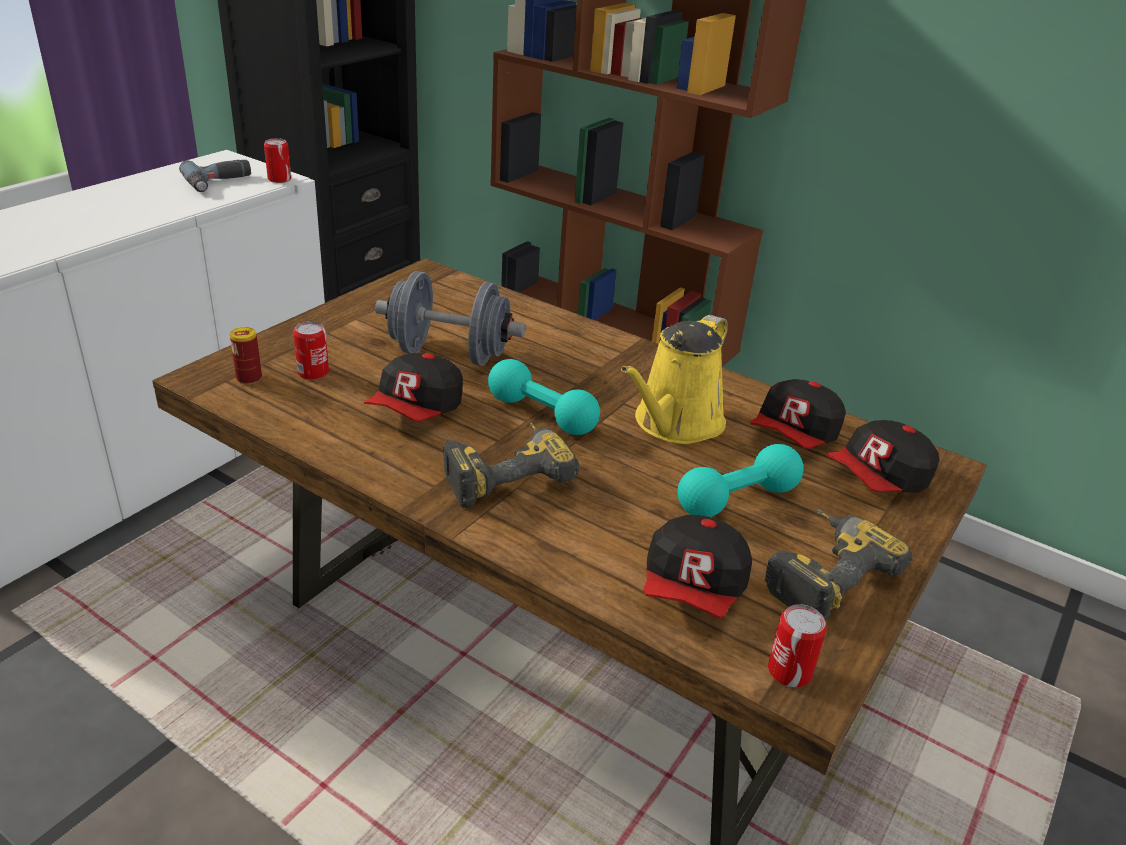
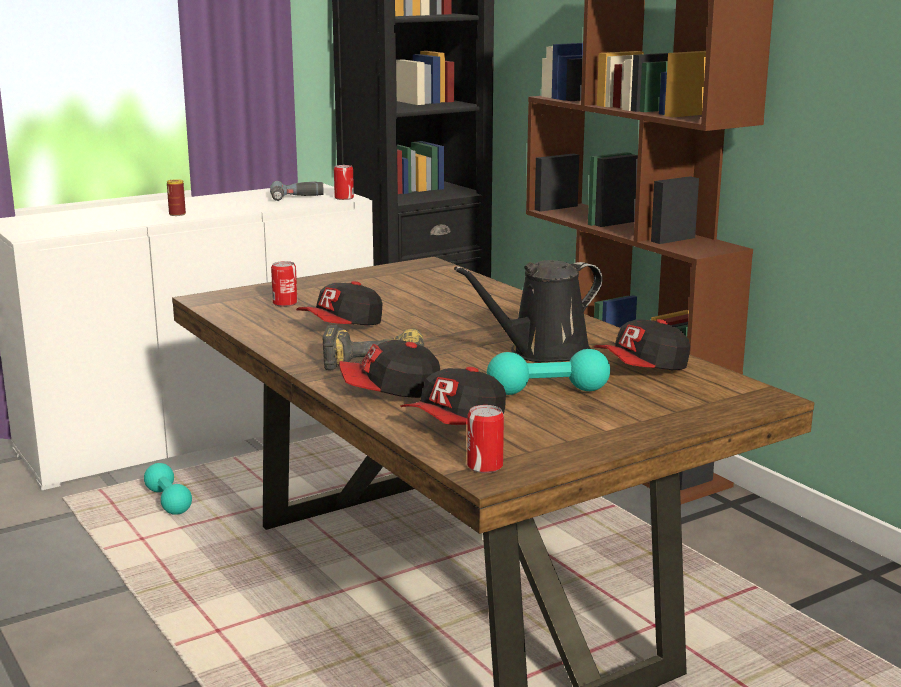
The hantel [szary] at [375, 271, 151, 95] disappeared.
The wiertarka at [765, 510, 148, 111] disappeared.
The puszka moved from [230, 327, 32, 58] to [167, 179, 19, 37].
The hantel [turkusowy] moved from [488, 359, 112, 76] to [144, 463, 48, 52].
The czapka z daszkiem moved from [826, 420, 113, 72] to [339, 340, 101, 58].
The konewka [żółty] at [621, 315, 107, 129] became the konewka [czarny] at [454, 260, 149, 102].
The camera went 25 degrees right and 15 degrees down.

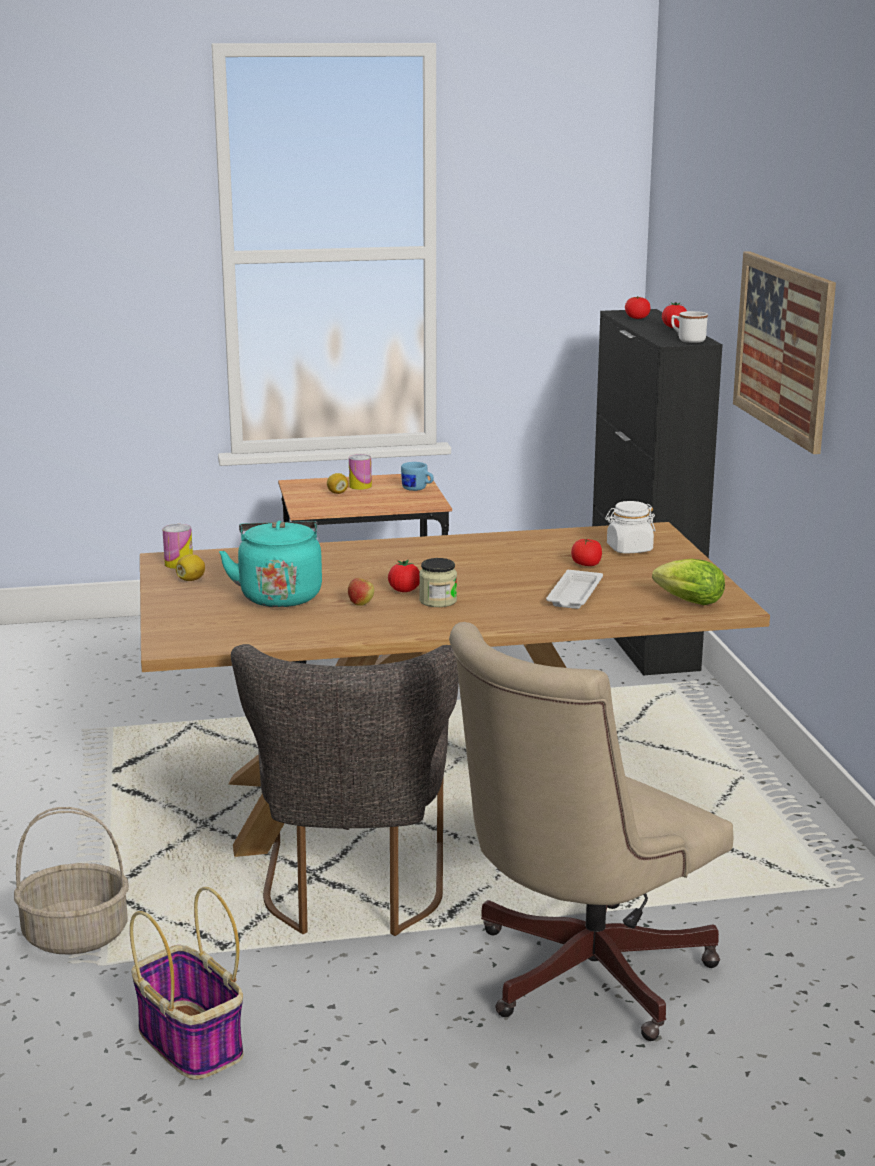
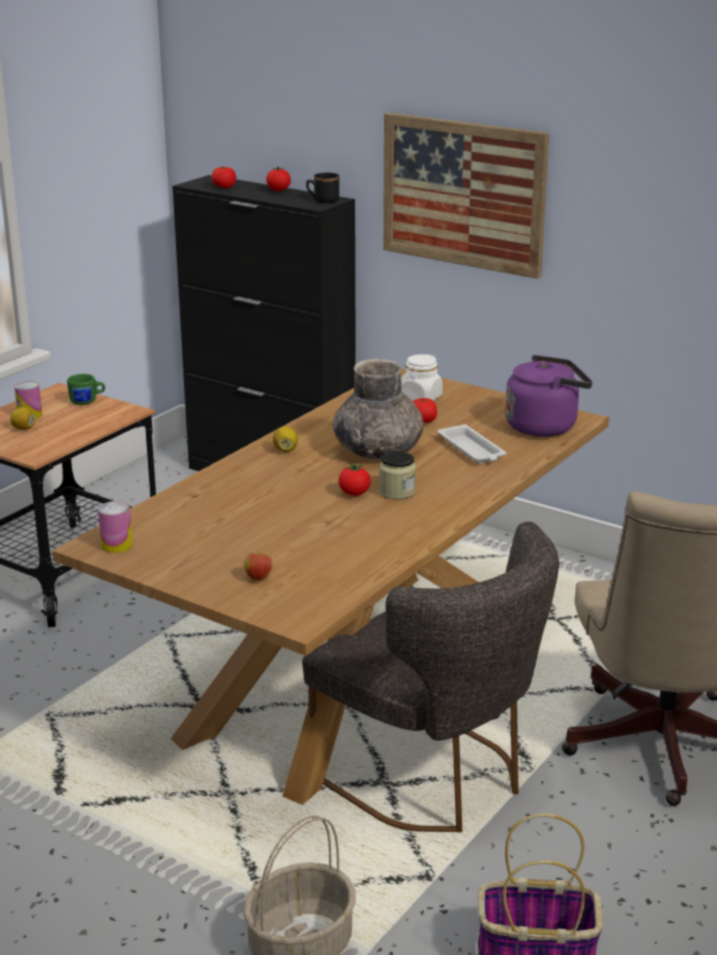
The czajnik [turkusowy] at [219, 521, 103, 86] disappeared.
The wazon [szary] at [333, 359, 91, 101] appeared.
The cytryna moved from [176, 554, 29, 27] to [273, 427, 25, 25].
The jabłko moved from [348, 577, 26, 29] to [244, 548, 29, 33].
The sałata at [652, 559, 73, 46] was replaced by the czajnik [fioletowy] at [505, 355, 88, 82].
The kubek [niebieski] at [401, 462, 33, 29] became the kubek [zielony] at [67, 374, 38, 31].
The kubek [biały] at [671, 311, 37, 32] became the kubek [czarny] at [306, 173, 33, 30].
The camera went 45 degrees left and 5 degrees up.

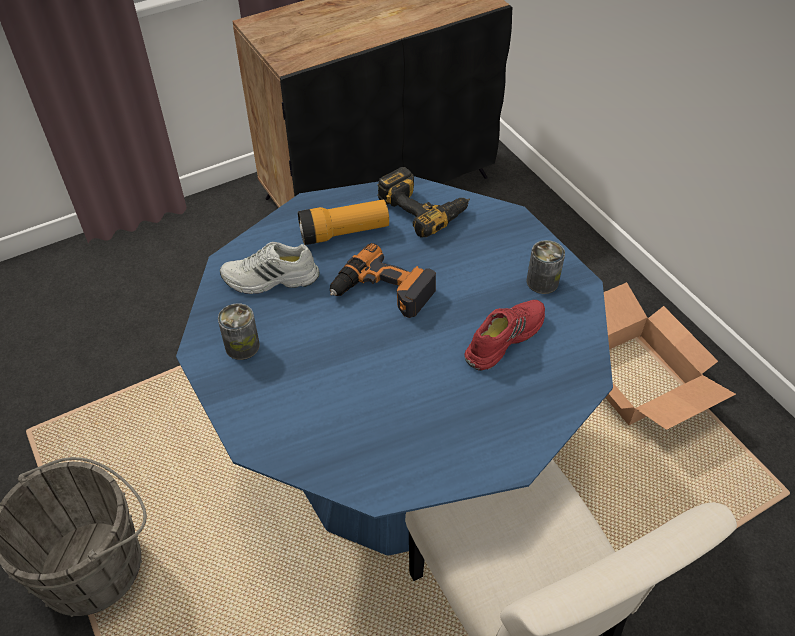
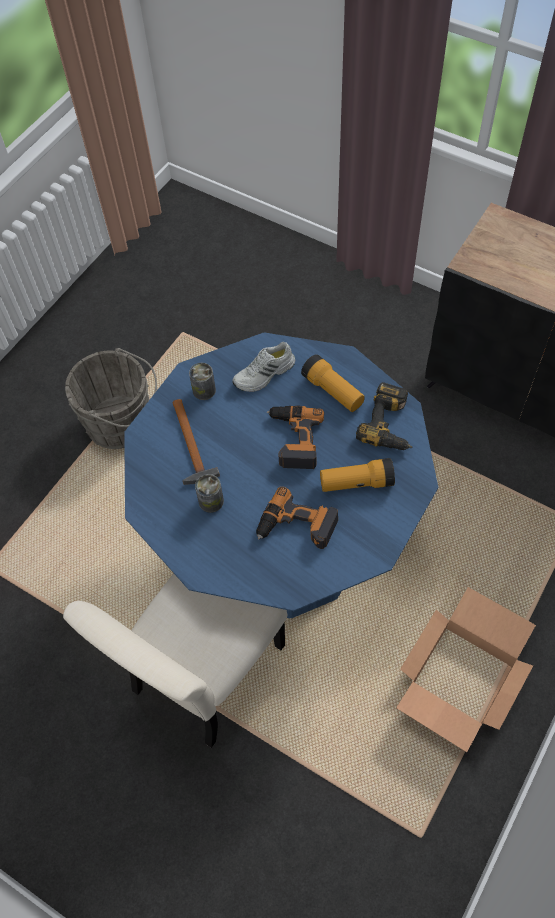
The młotek at [172, 399, 48, 86] appeared.
The latarka at [320, 458, 75, 34] appeared.
The puszka moved from [527, 240, 38, 54] to [195, 474, 29, 39].
The but [czerwony] at [464, 300, 81, 71] was replaced by the wiertarka at [256, 487, 82, 62].
The but [biały] at [220, 242, 100, 52] turned 90 degrees counterclockwise.
The camera went 65 degrees right and 10 degrees up.

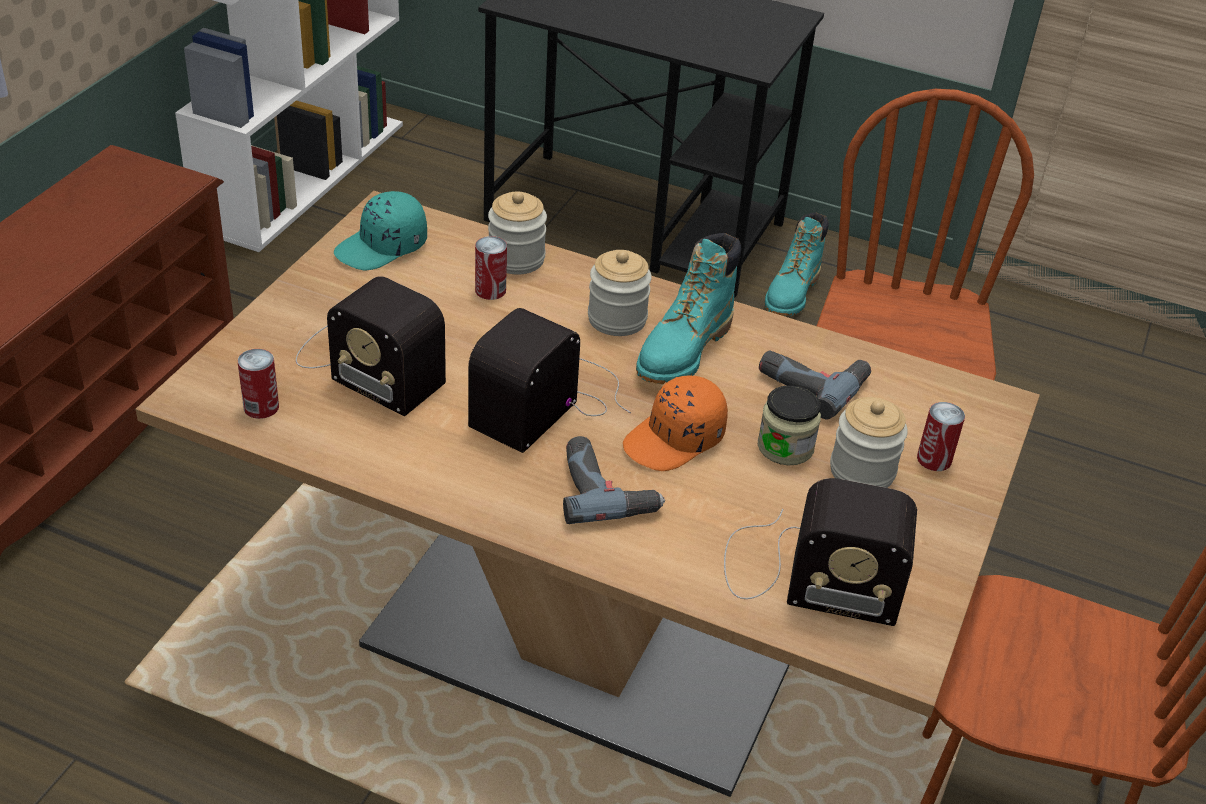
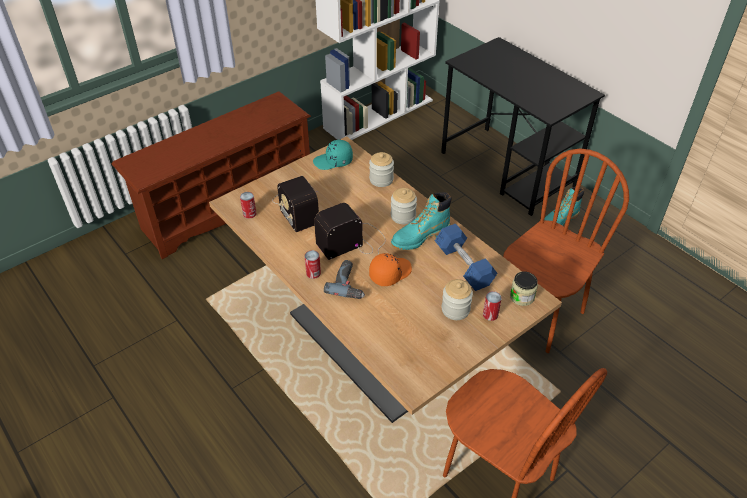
The radio at [724, 478, 193, 148] disappeared.
The puszka moved from [475, 236, 32, 64] to [305, 250, 16, 29].
The słoik moved from [758, 385, 63, 80] to [510, 272, 28, 34].
The wiertarka at [759, 350, 112, 70] was replaced by the hantel [niebieski] at [435, 224, 62, 67].
The czapka z daszkiem [pomarańczowy] at [623, 376, 105, 95] turned 150 degrees clockwise.
The camera went 30 degrees right and 5 degrees up.

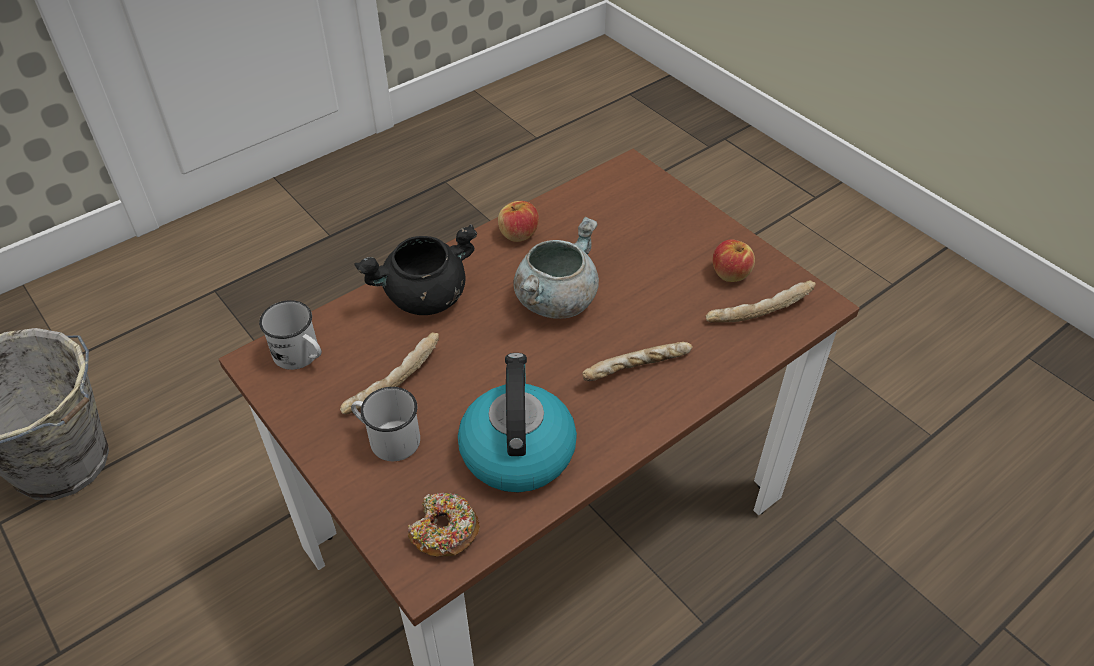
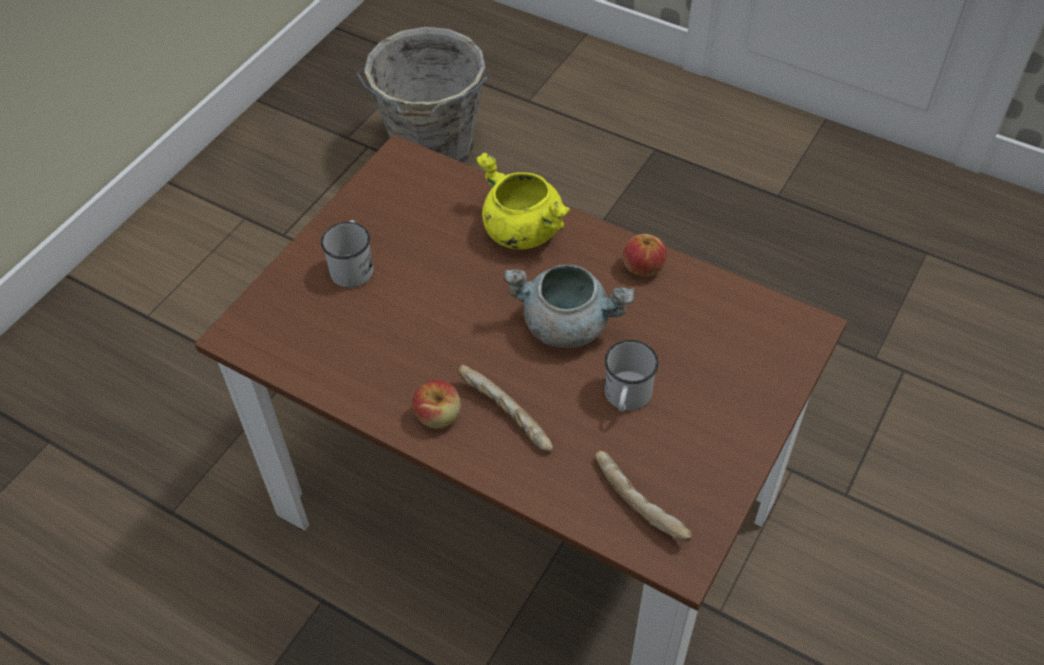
The chleb at [340, 332, 99, 83] disappeared.
The donut at [408, 493, 72, 64] disappeared.
The czajnik at [458, 353, 119, 139] disappeared.
The kubek [biały] moved from [259, 300, 63, 70] to [605, 340, 53, 72].
The jabłko moved from [712, 240, 43, 42] to [412, 380, 49, 49].
The garnek [czarny] at [355, 224, 122, 91] became the garnek [żółty] at [476, 153, 95, 96].
The camera went 70 degrees right and 5 degrees up.

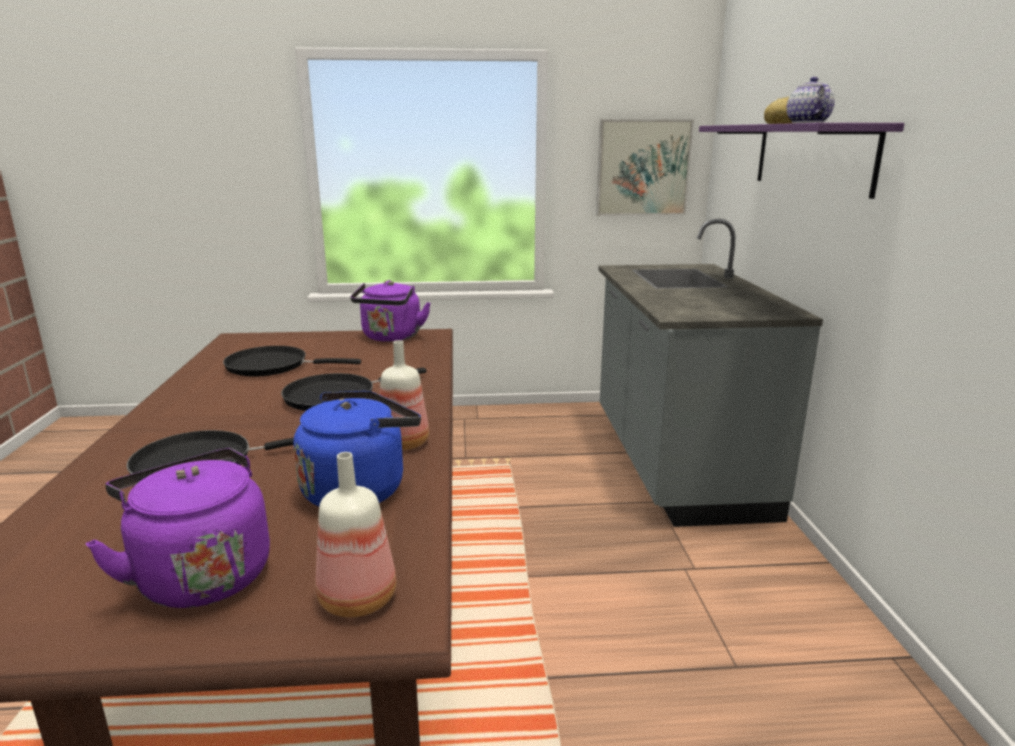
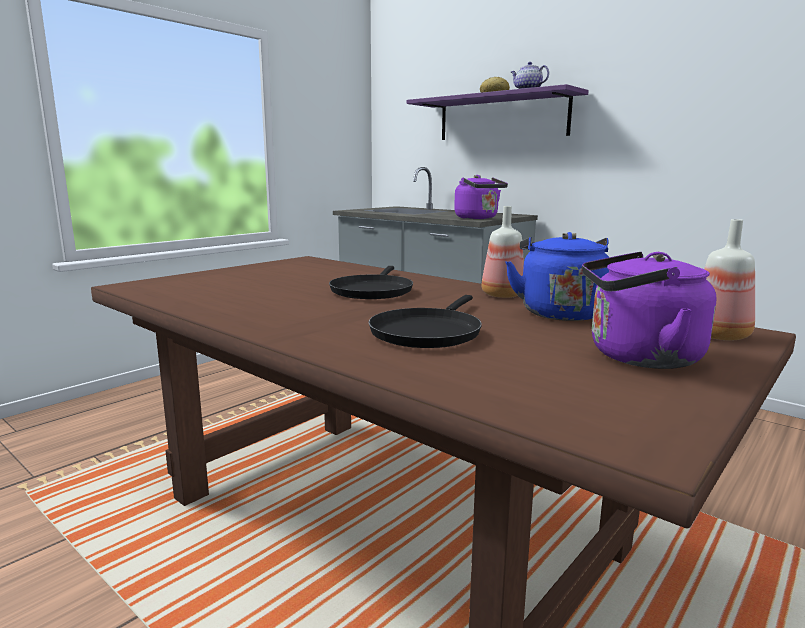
The patelnia [czarny] at [223, 346, 138, 31] disappeared.
The obraz at [596, 119, 98, 97] disappeared.
The czajnik [fioletowy] moved from [351, 280, 80, 62] to [454, 175, 54, 44].
The camera went 45 degrees left and 5 degrees down.

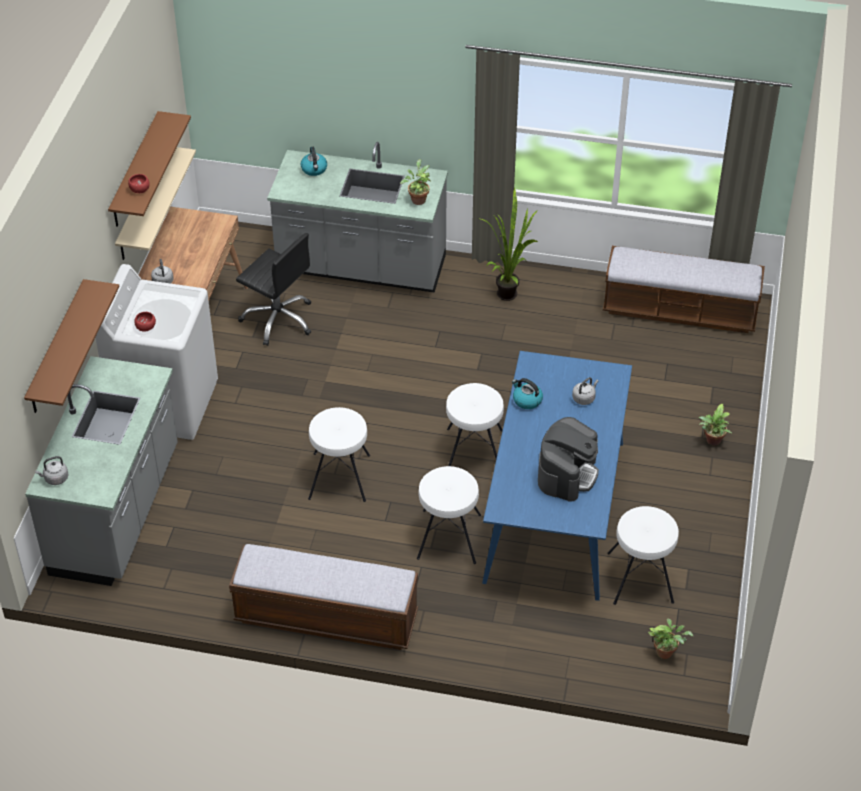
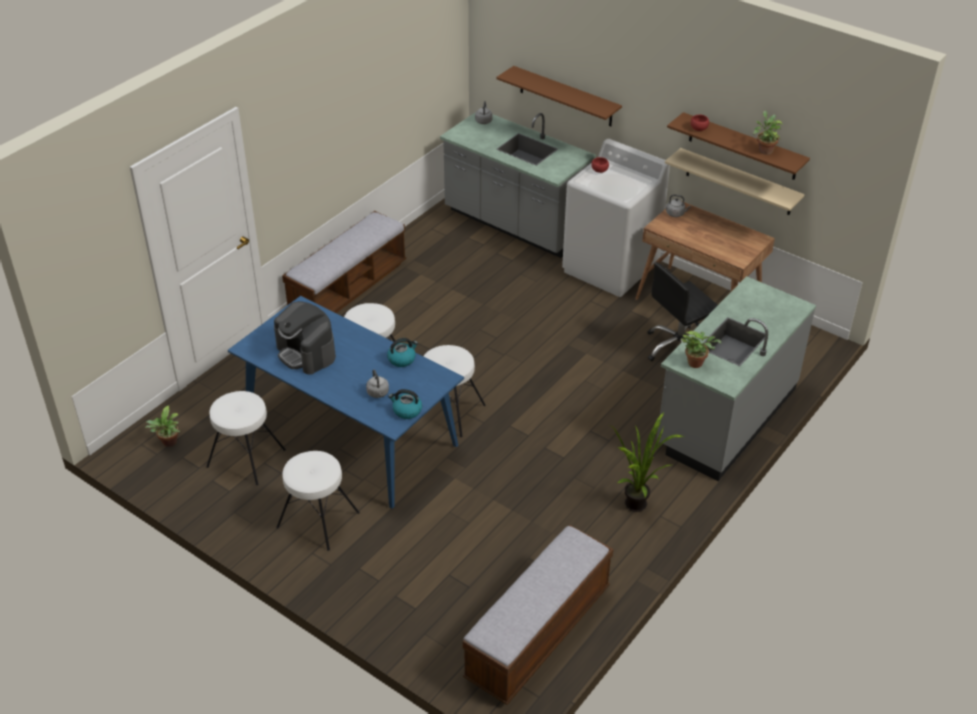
The czajnik moved from [301, 147, 26, 29] to [388, 389, 34, 30].
The stołek [biały] moved from [308, 407, 62, 95] to [276, 451, 84, 100].
The roślina doniczkowa moved from [699, 404, 33, 42] to [753, 111, 30, 44].
The camera went 115 degrees right and 5 degrees down.

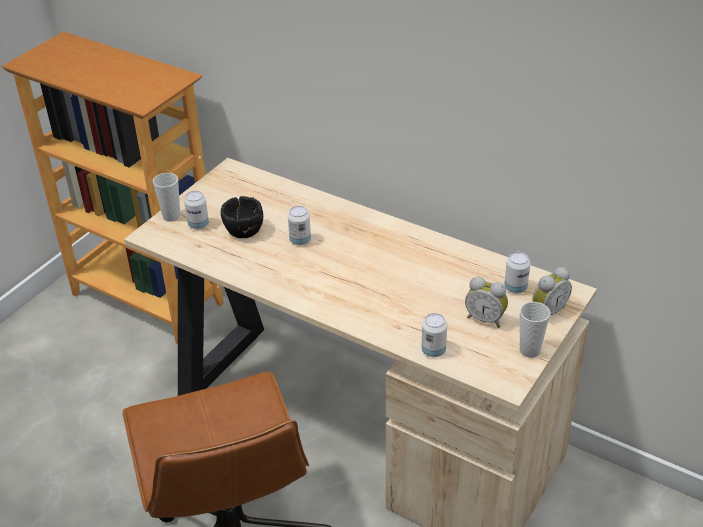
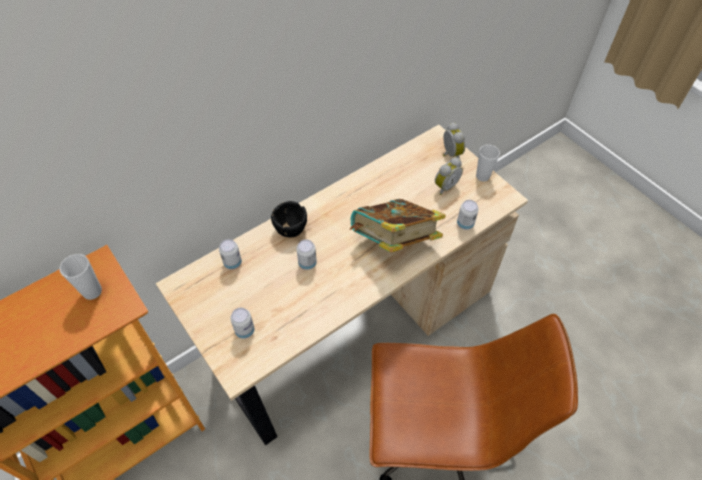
The książka at [350, 199, 95, 53] appeared.
The filiżanka moved from [153, 173, 27, 49] to [59, 254, 43, 46].
The miska [czarny] moved from [221, 196, 42, 42] to [271, 201, 36, 36].
The puszka moved from [504, 252, 26, 42] to [219, 239, 23, 31].
The camera went 70 degrees left and 15 degrees up.

